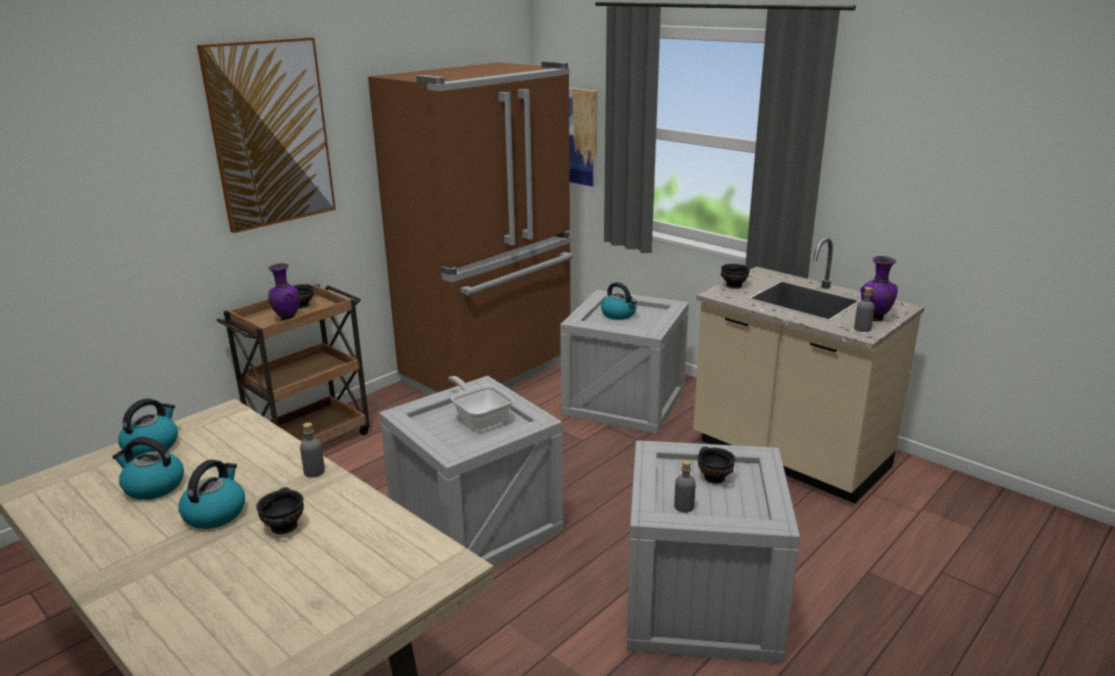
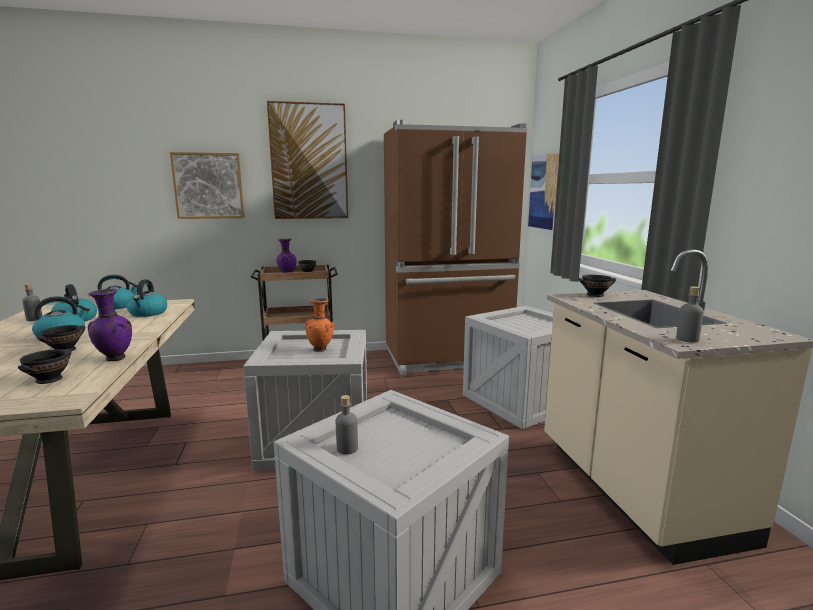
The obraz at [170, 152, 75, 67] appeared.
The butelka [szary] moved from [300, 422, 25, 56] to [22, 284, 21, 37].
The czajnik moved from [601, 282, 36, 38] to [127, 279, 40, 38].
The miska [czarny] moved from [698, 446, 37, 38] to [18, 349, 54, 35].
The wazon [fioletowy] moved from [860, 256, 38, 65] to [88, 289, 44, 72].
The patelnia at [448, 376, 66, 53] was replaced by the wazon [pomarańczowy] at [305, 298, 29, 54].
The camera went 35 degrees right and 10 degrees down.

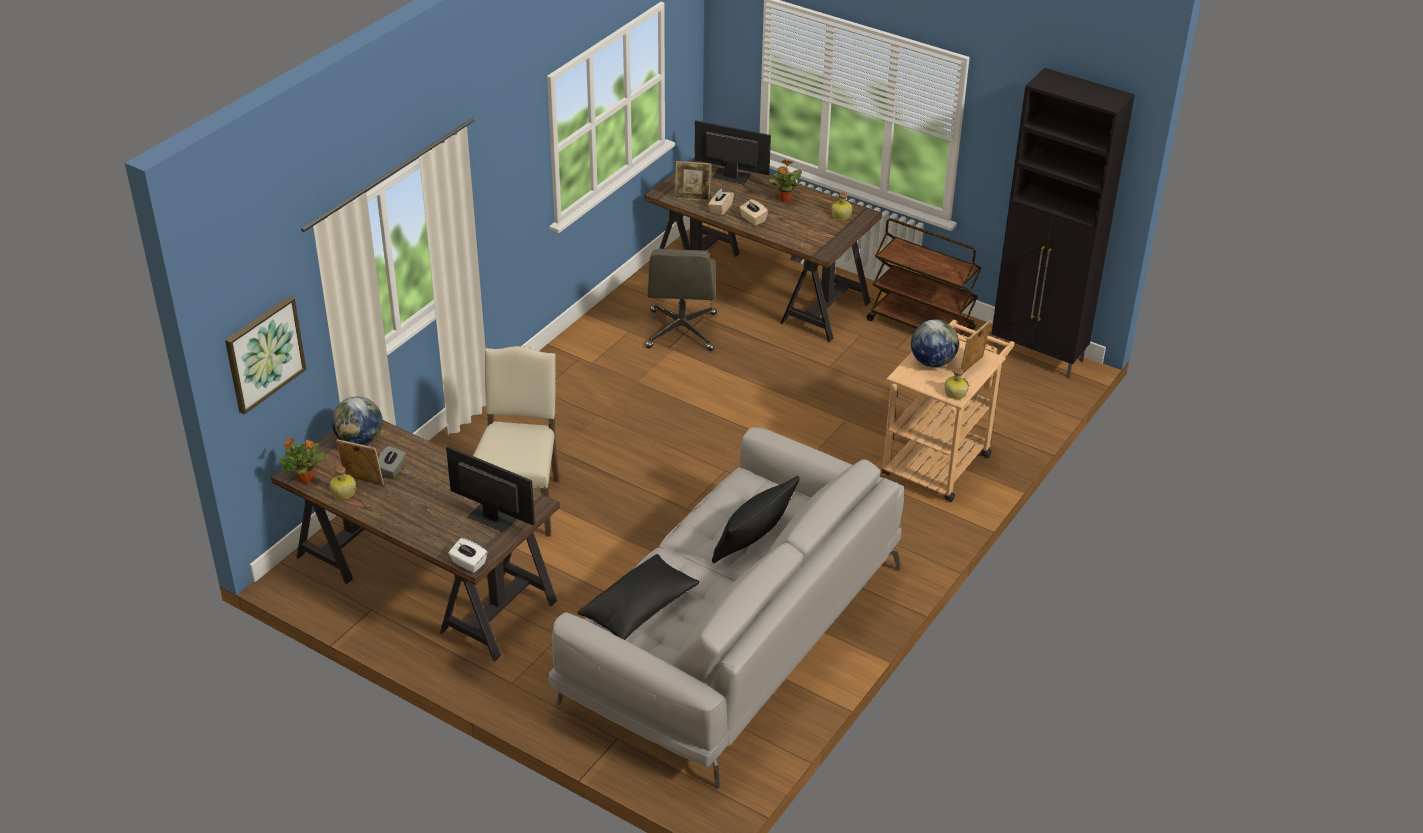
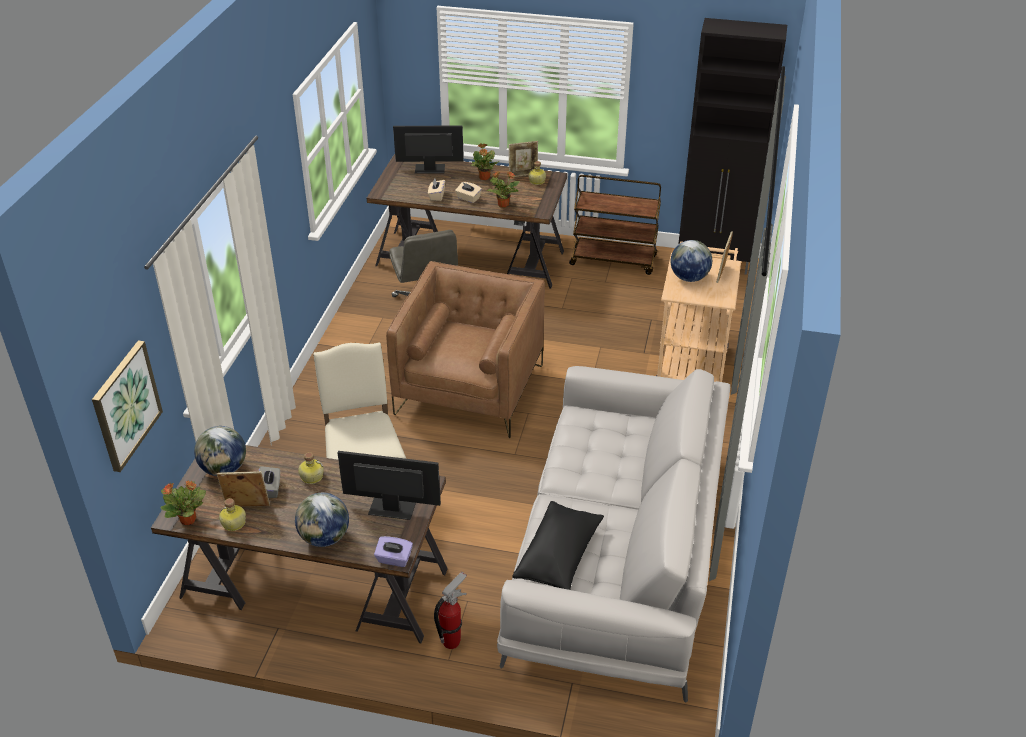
The poduszka [czarny] at [712, 476, 88, 87] disappeared.
The globus at [295, 493, 54, 54] appeared.
The fotel [brązowy] at [386, 261, 159, 177] appeared.
The gaśnica at [434, 571, 33, 78] appeared.
The roślina doniczkowa at [487, 171, 33, 37] appeared.
The ramka na zdjęcie moved from [675, 161, 36, 40] to [509, 141, 29, 36].
The butelka moved from [944, 368, 25, 31] to [298, 452, 26, 32].
The pudełko chusteczek [biały] at [448, 538, 39, 35] became the pudełko chusteczek [fioletowy] at [374, 536, 39, 31].
The camera went 20 degrees left and 0 degrees up.

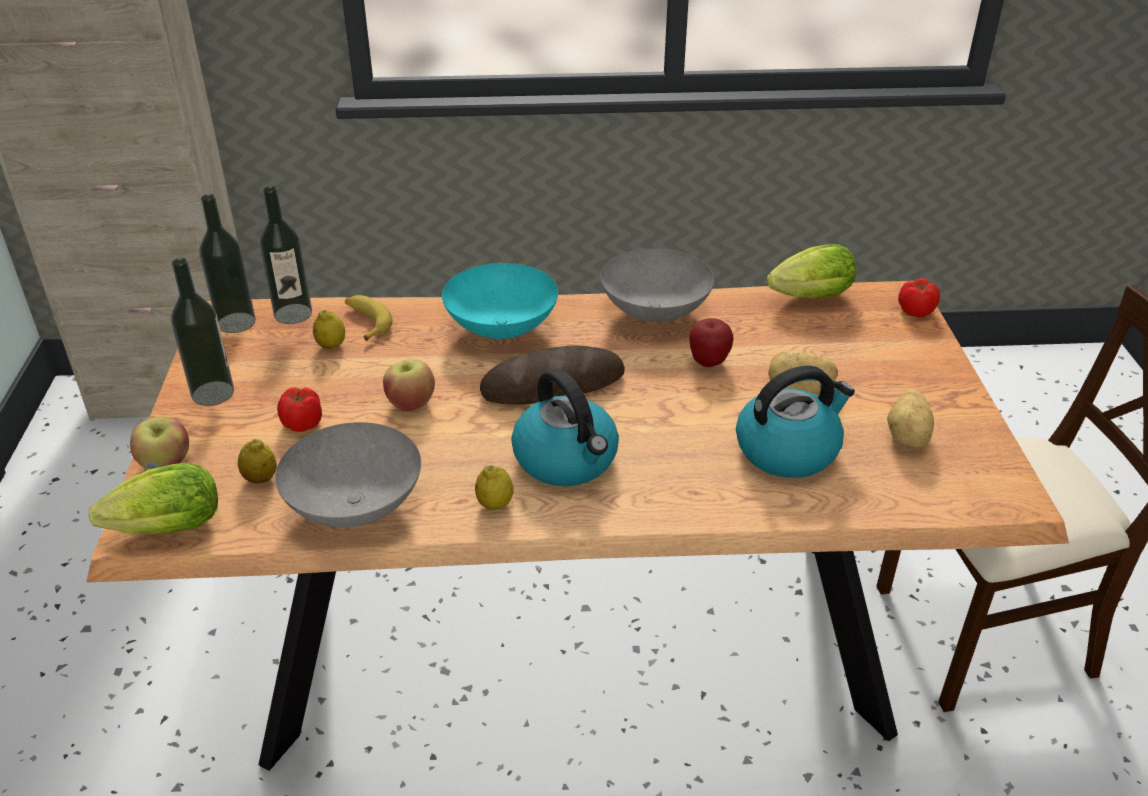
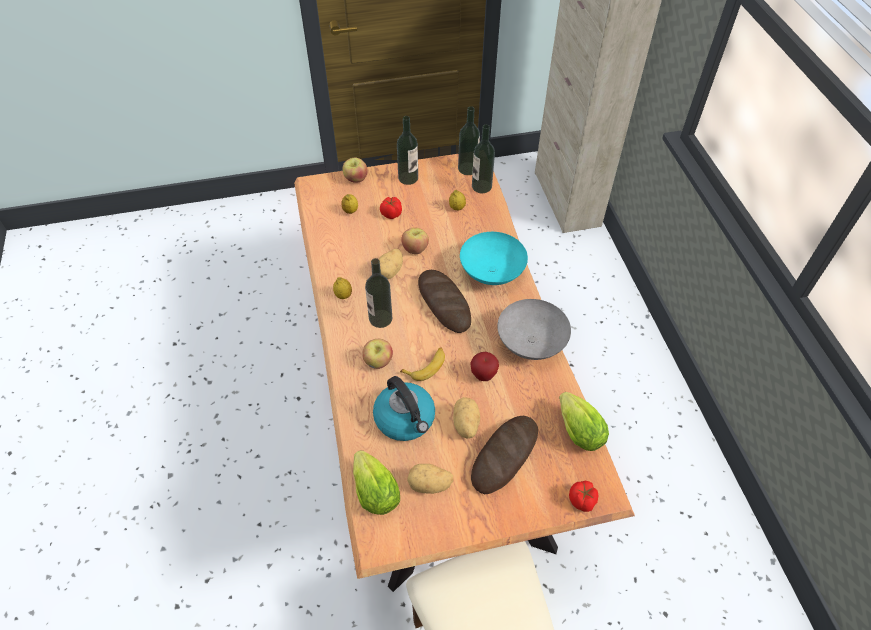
The miska [szary] at [275, 422, 146, 106] disappeared.
The jabłko at [362, 339, 31, 30] appeared.
The ziemniak at [379, 248, 24, 31] appeared.
The chleb at [471, 416, 67, 78] appeared.
The sałata moved from [89, 463, 129, 71] to [353, 450, 47, 65].
The banan moved from [345, 295, 48, 46] to [400, 348, 45, 33].
The czajnik at [511, 369, 108, 117] was replaced by the butelka at [365, 258, 27, 70].
The camera went 80 degrees right and 15 degrees up.

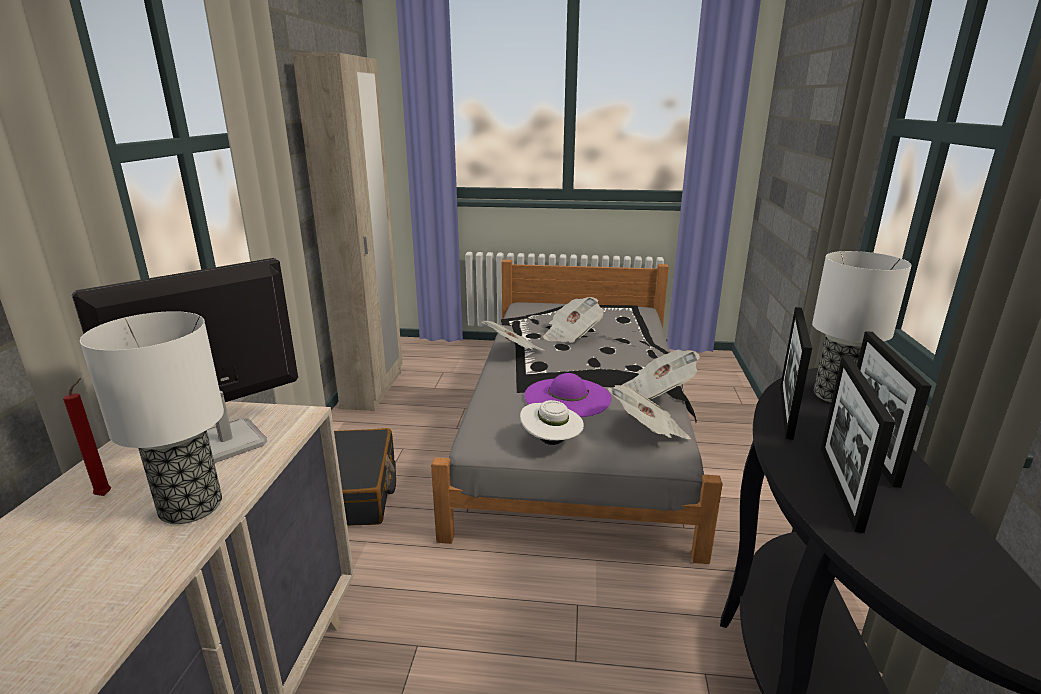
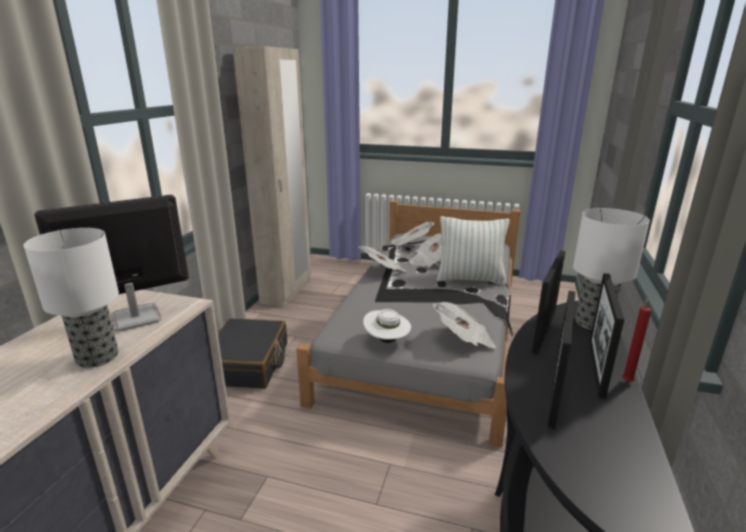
The kapelusz [fioletowy] at [525, 373, 87, 44] disappeared.
The poduszka at [437, 216, 73, 69] appeared.
The świeca [czerwony] moved from [63, 378, 48, 118] to [622, 296, 30, 86].
The gazeta moved from [621, 349, 79, 50] to [392, 222, 42, 25].
The camera went 10 degrees right and 0 degrees up.

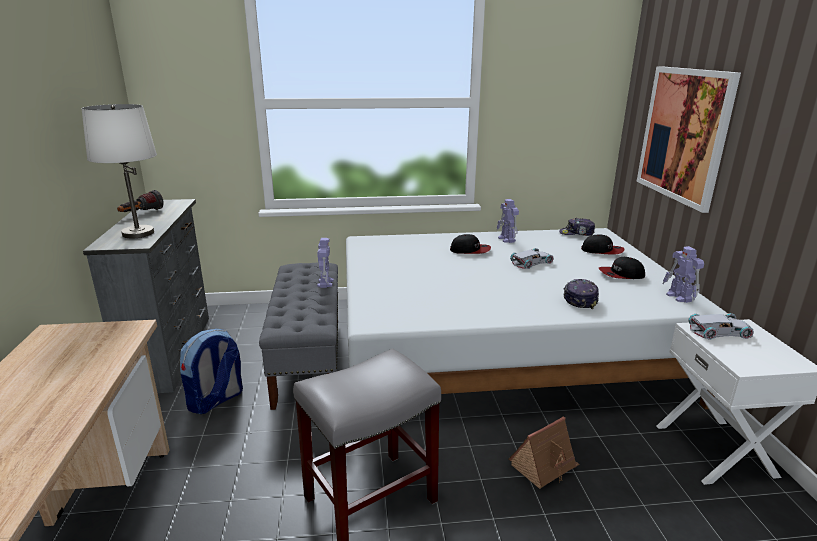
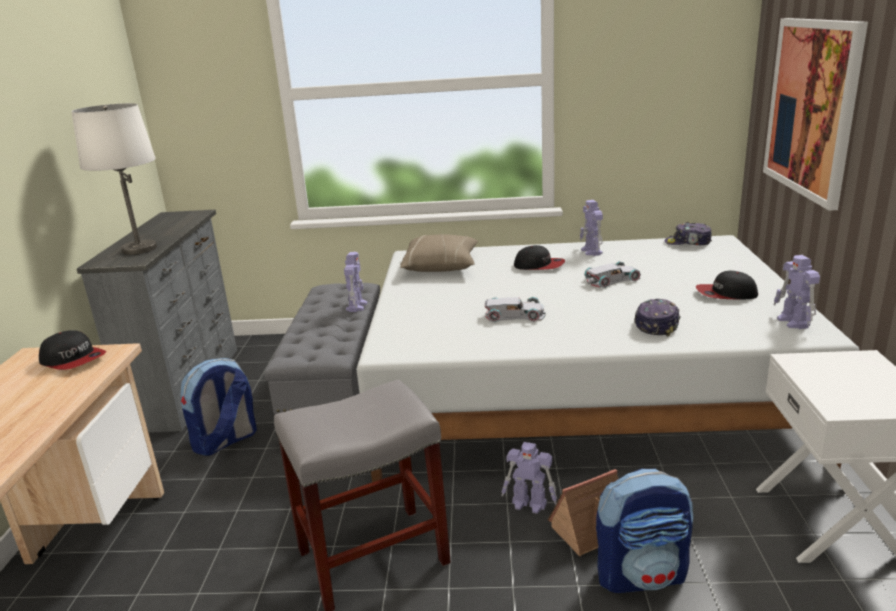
The latarka at [117, 190, 47, 22] disappeared.
The poduszka [beżowy] at [400, 234, 78, 38] appeared.
The robot zabawkowy at [502, 442, 55, 72] appeared.
The plecak at [596, 469, 97, 124] appeared.
The czapka z daszkiem moved from [581, 234, 43, 21] to [39, 330, 67, 40].
The samochodzik [biały] moved from [688, 313, 66, 27] to [485, 297, 61, 25].
The camera went 10 degrees right and 0 degrees up.

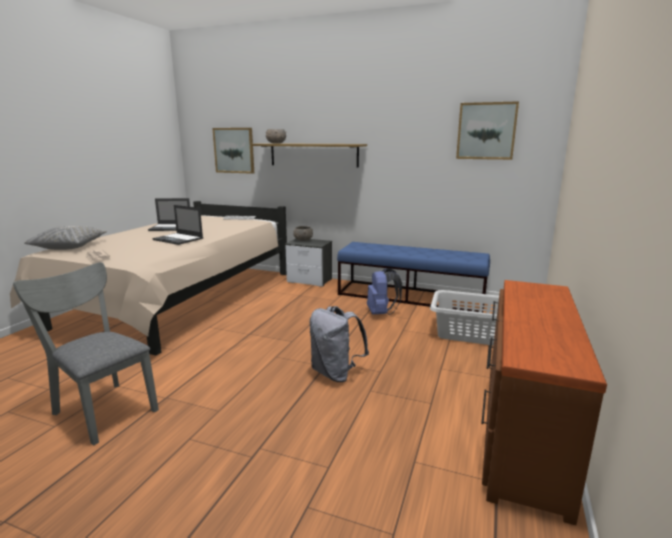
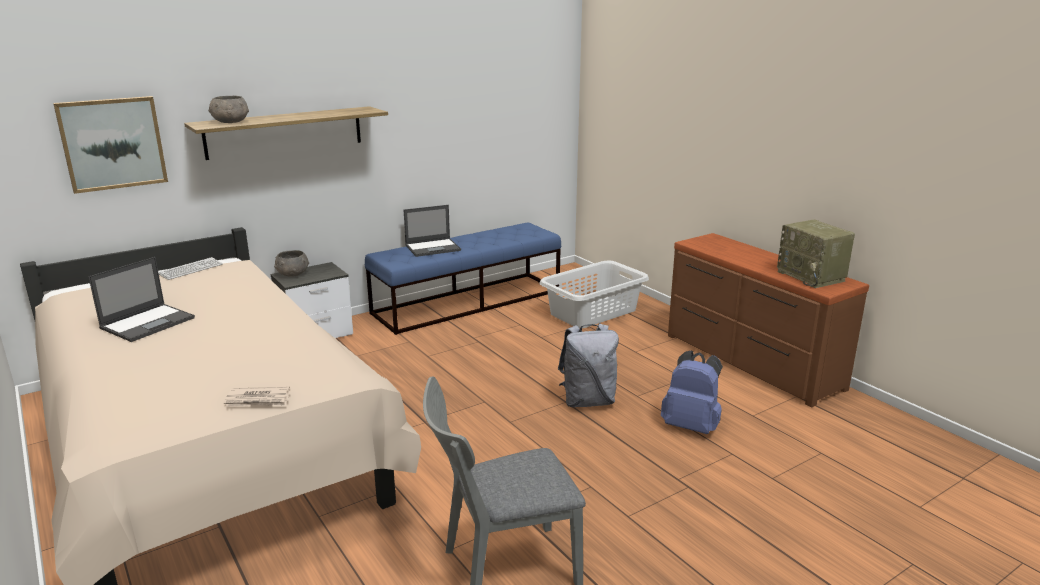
The poduszka [szary] at [24, 226, 83, 24] disappeared.
The obraz at [456, 101, 63, 59] disappeared.
The radio at [777, 220, 78, 68] appeared.
The laptop moved from [153, 205, 50, 40] to [404, 205, 57, 52].
The plecak [niebieski] moved from [367, 268, 35, 47] to [661, 351, 62, 83].
The camera went 55 degrees left and 5 degrees up.

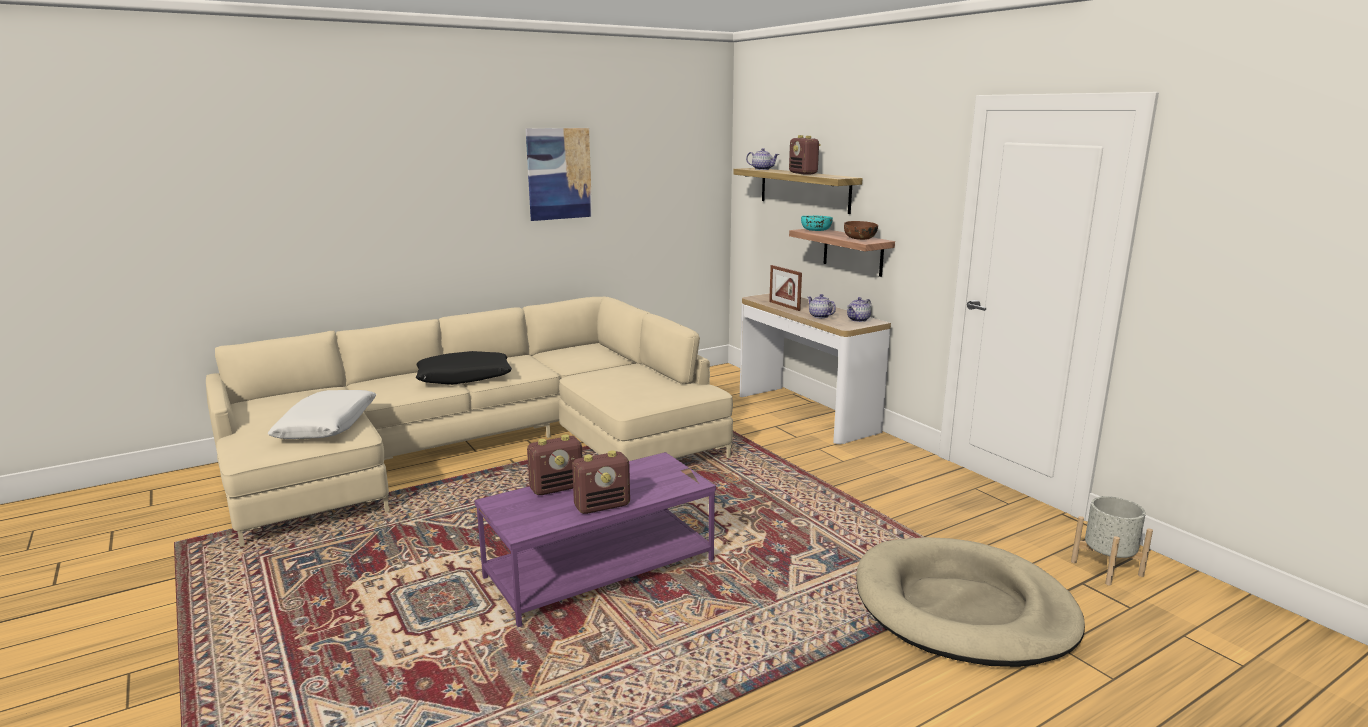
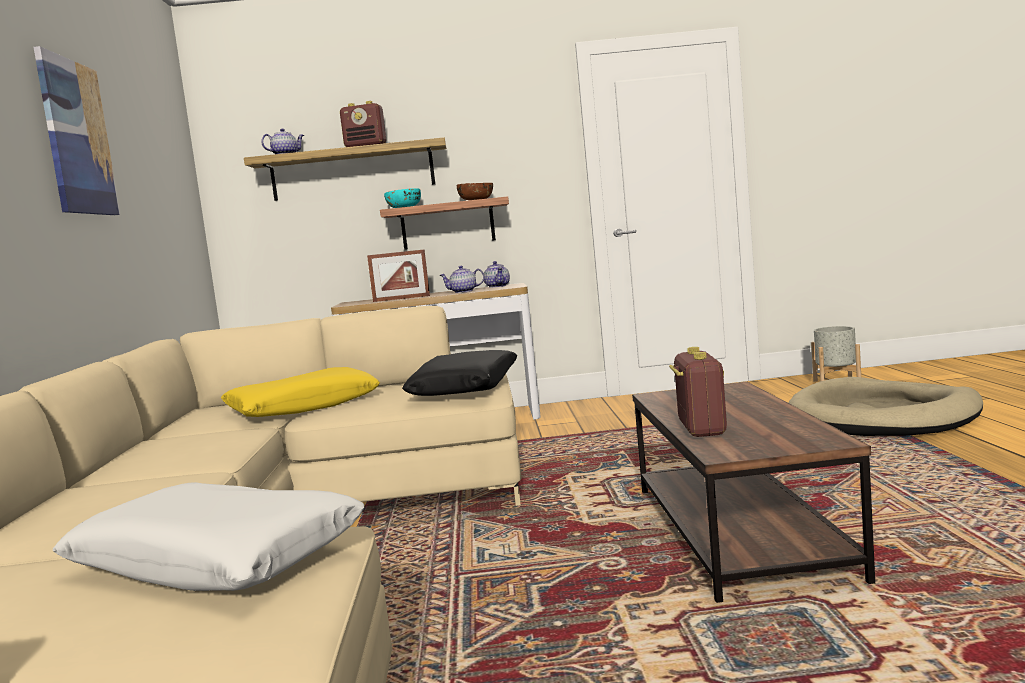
The radio at [572, 450, 58, 64] disappeared.
The poduszka [żółty] at [221, 367, 159, 50] appeared.
The poduszka [czarny] moved from [416, 351, 96, 34] to [402, 350, 116, 46].
The ława [fioletowy] at [474, 452, 242, 175] became the ława [brązowy] at [632, 382, 243, 221].
The camera went 60 degrees left and 10 degrees down.

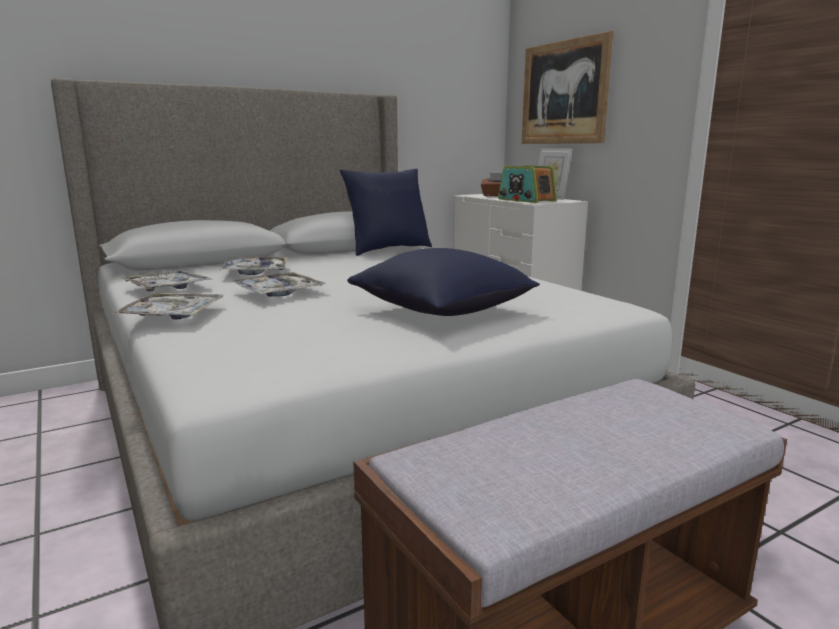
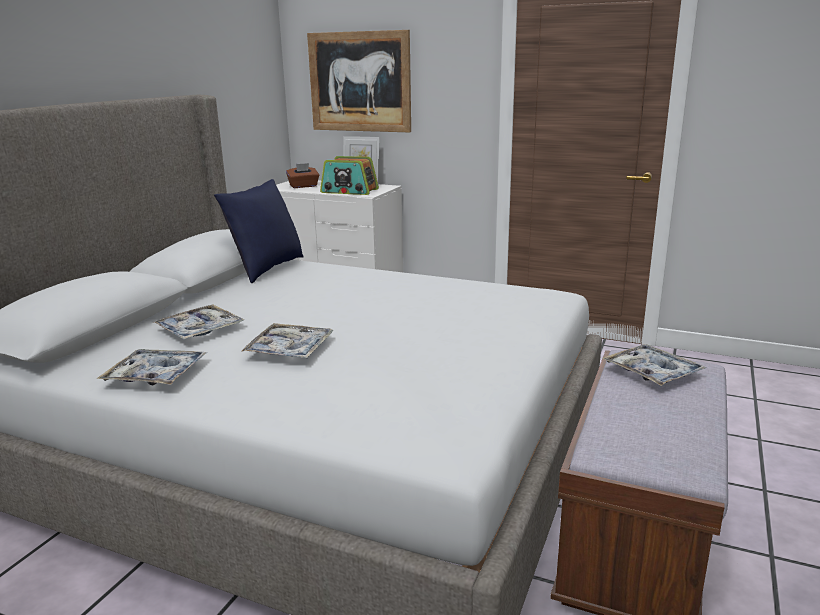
The poduszka [niebieski] at [347, 248, 193, 68] disappeared.
The taca moved from [113, 293, 110, 26] to [602, 344, 104, 42].
The camera went 35 degrees left and 5 degrees up.

